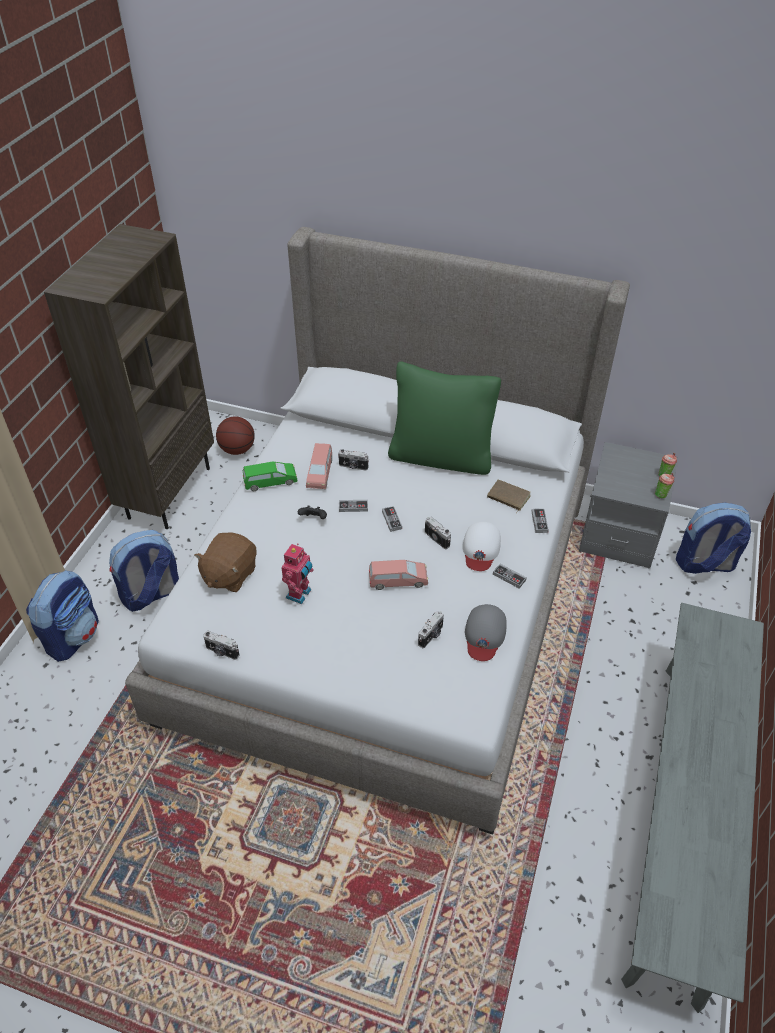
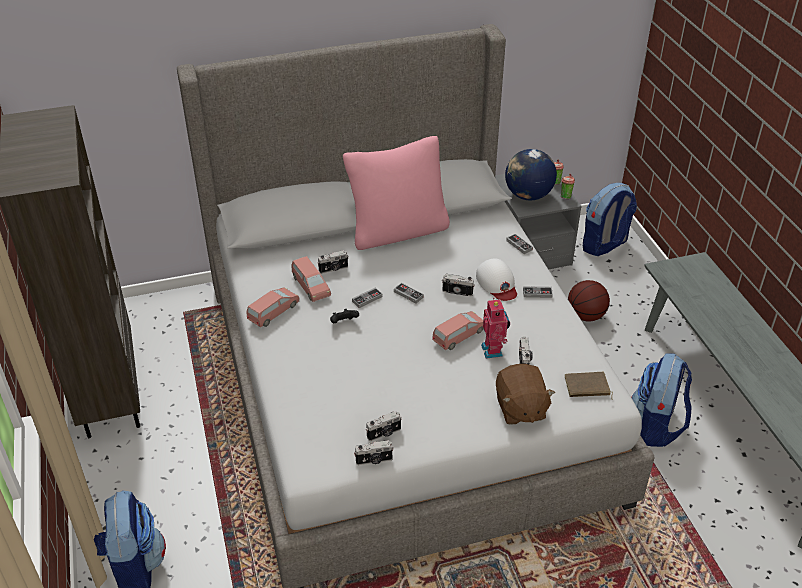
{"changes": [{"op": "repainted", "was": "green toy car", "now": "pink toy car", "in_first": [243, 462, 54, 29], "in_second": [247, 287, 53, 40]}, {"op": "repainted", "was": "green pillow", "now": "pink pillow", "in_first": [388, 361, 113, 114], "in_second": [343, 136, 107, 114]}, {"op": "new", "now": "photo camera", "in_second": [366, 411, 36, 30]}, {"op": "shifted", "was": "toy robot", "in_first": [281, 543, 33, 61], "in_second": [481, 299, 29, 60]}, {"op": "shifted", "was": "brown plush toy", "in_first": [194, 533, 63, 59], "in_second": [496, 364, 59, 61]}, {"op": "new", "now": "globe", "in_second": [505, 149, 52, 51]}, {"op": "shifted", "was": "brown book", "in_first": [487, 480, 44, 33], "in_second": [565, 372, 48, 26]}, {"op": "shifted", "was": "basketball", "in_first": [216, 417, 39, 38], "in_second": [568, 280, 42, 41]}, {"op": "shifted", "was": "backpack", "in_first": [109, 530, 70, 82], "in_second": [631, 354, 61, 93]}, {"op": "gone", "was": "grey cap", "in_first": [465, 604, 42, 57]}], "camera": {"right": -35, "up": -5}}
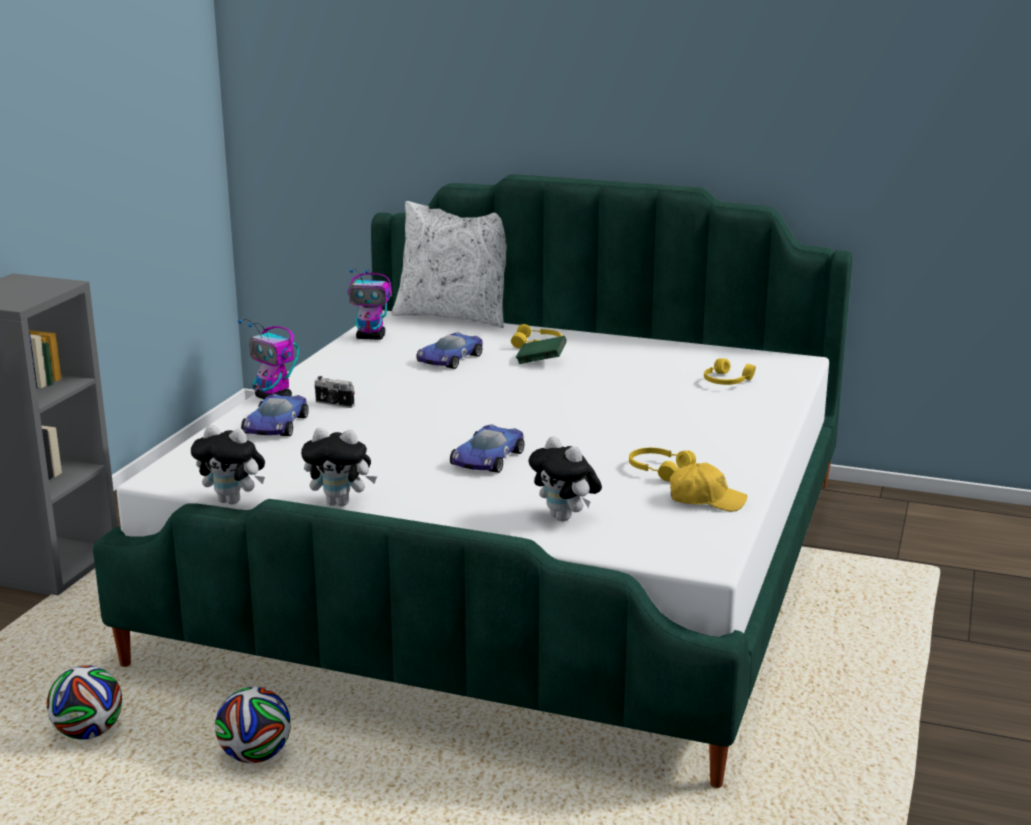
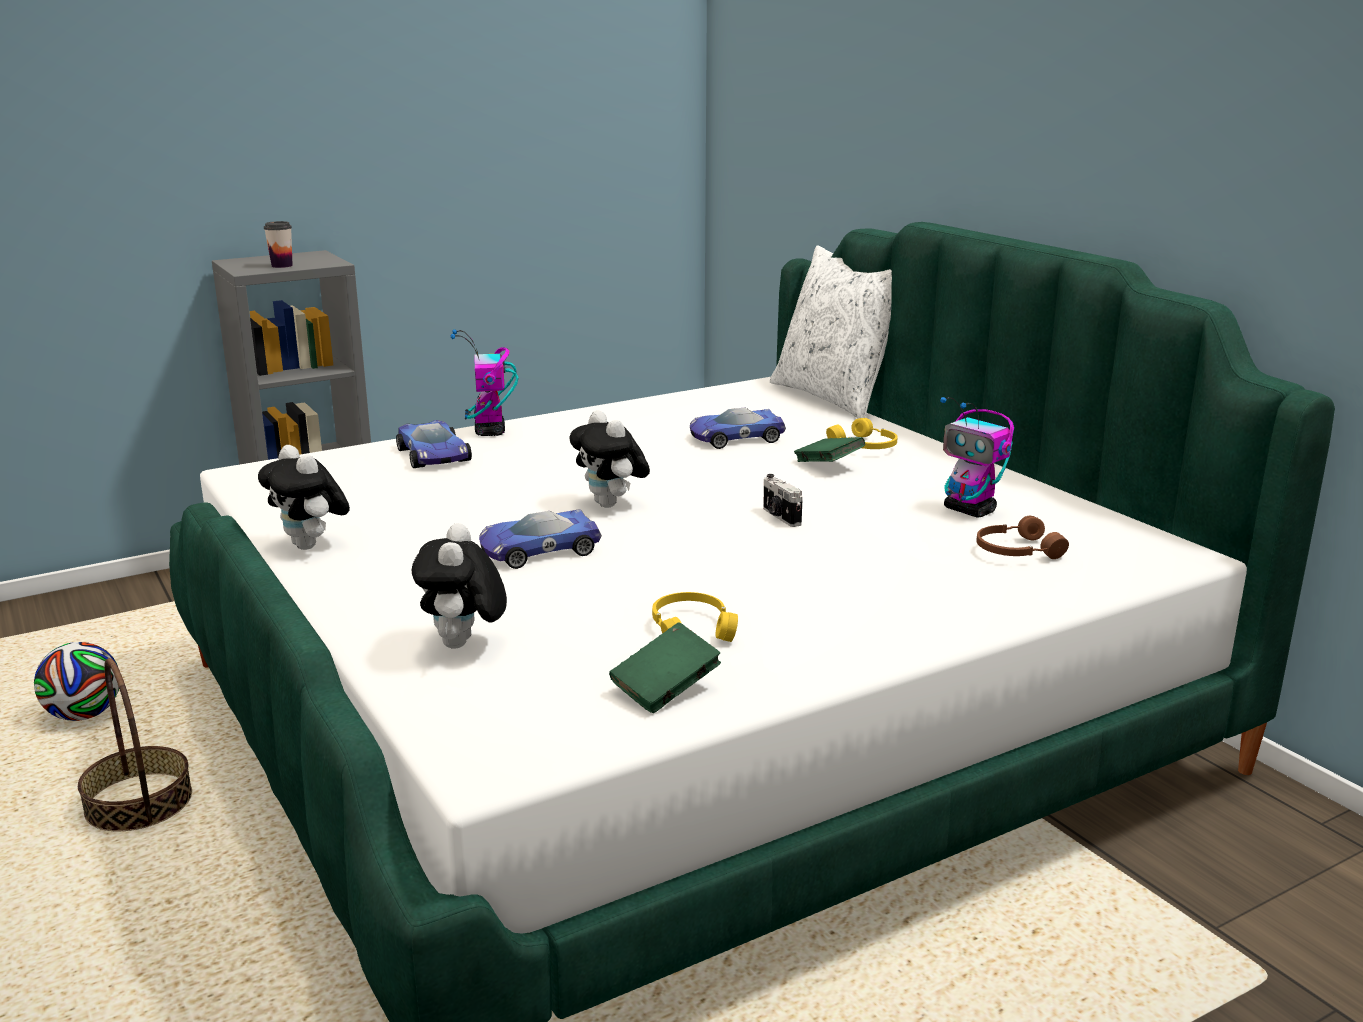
{"changes": [{"op": "swapped", "was": "football", "now": "basket", "in_first": [215, 687, 76, 76], "in_second": [78, 658, 114, 173]}, {"op": "new", "now": "cup", "in_second": [264, 221, 29, 47]}, {"op": "rotated", "was": "toy car", "in_first": [241, 394, 68, 42], "in_second": [396, 420, 76, 48], "clockwise": -75}, {"op": "shifted", "was": "plush toy", "in_first": [191, 425, 74, 79], "in_second": [570, 410, 80, 98]}, {"op": "swapped", "was": "yellow cap", "now": "green book", "in_first": [670, 463, 77, 49], "in_second": [609, 622, 112, 91]}, {"op": "shifted", "was": "photo camera", "in_first": [314, 376, 40, 32], "in_second": [763, 474, 40, 53]}, {"op": "shifted", "was": "toy robot", "in_first": [348, 268, 44, 72], "in_second": [940, 397, 74, 120]}, {"op": "repainted", "was": "yellow headphones", "now": "brown headphones", "in_first": [704, 358, 52, 27], "in_second": [976, 516, 93, 43]}], "camera": {"right": 40, "up": 0}}
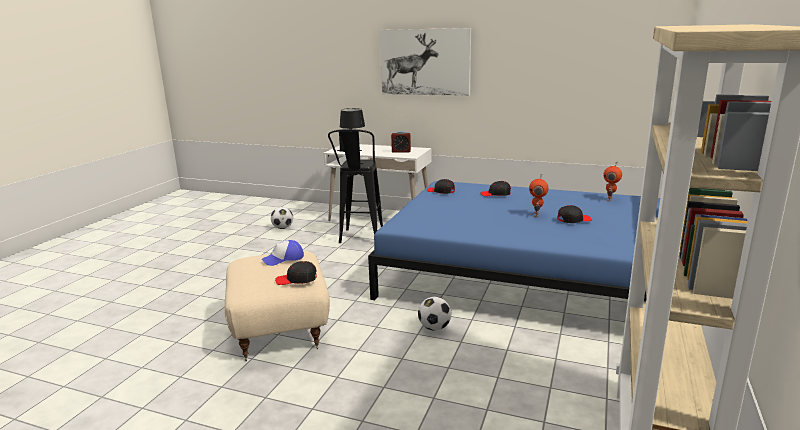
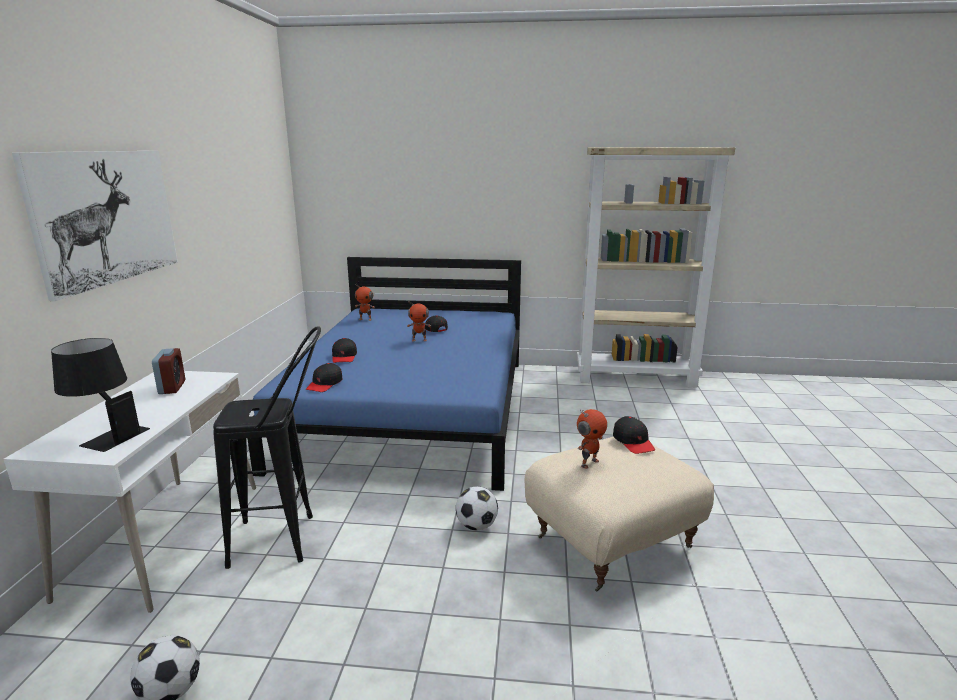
{"changes": [{"op": "shifted", "was": "football", "in_first": [418, 297, 33, 34], "in_second": [456, 486, 42, 45]}, {"op": "swapped", "was": "cap", "now": "toy robot", "in_first": [262, 240, 42, 26], "in_second": [577, 409, 30, 60]}], "camera": {"right": -105, "up": 0}}
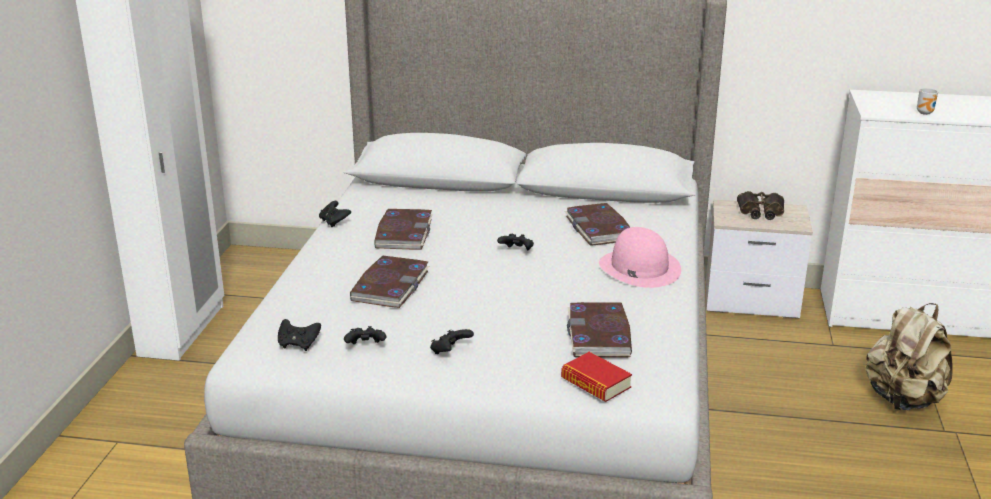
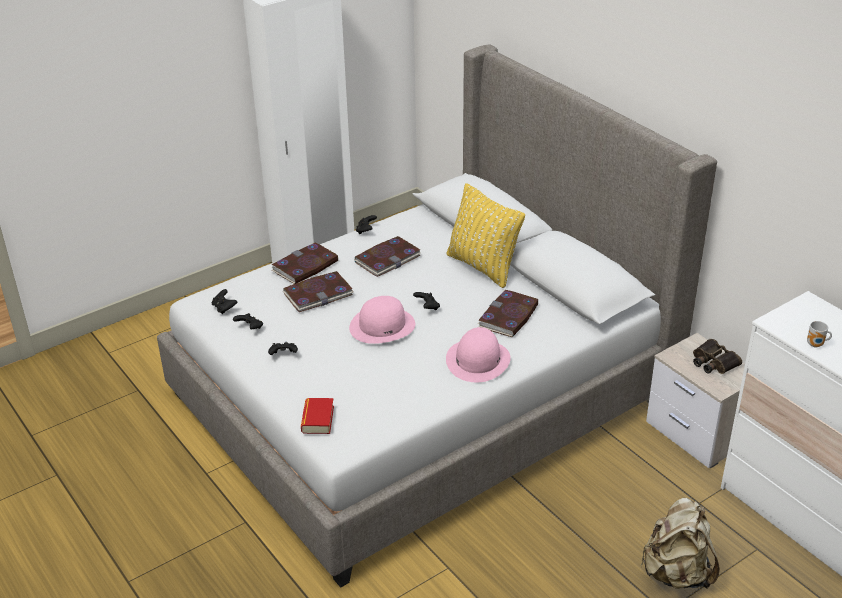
{"changes": [{"op": "shifted", "was": "book", "in_first": [567, 302, 65, 56], "in_second": [272, 243, 67, 41]}, {"op": "new", "now": "pink hat", "in_second": [349, 296, 66, 48]}, {"op": "new", "now": "yellow pillow", "in_second": [446, 183, 79, 105]}], "camera": {"right": 45, "up": 10}}
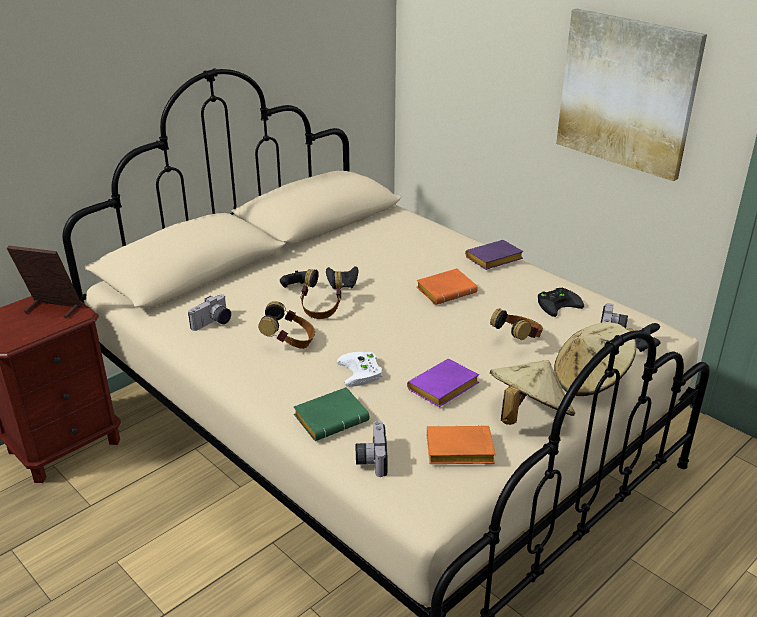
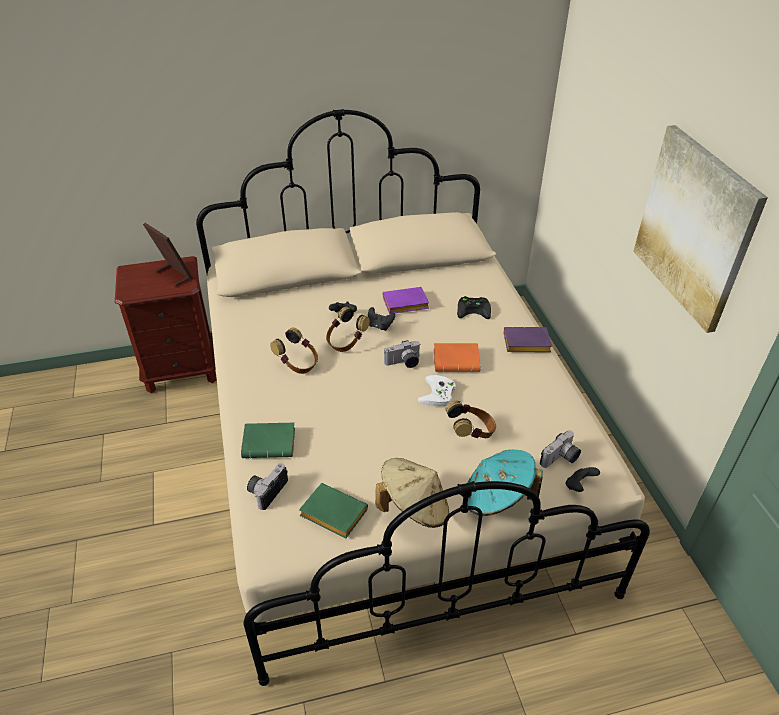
{"changes": [{"op": "repainted", "was": "orange book", "now": "green book", "in_first": [427, 426, 68, 38], "in_second": [299, 483, 69, 55]}, {"op": "shifted", "was": "purple book", "in_first": [407, 359, 72, 48], "in_second": [383, 287, 46, 27]}, {"op": "shifted", "was": "photo camera", "in_first": [188, 294, 43, 37], "in_second": [384, 340, 36, 28]}, {"op": "shifted", "was": "white game controller", "in_first": [337, 352, 45, 35], "in_second": [418, 375, 38, 31]}, {"op": "shifted", "was": "black game controller", "in_first": [538, 288, 46, 29], "in_second": [457, 296, 34, 23]}, {"op": "repainted", "was": "beige hat", "now": "turquoise hat", "in_first": [554, 322, 83, 74], "in_second": [467, 450, 76, 66]}], "camera": {"right": 30, "up": 10}}
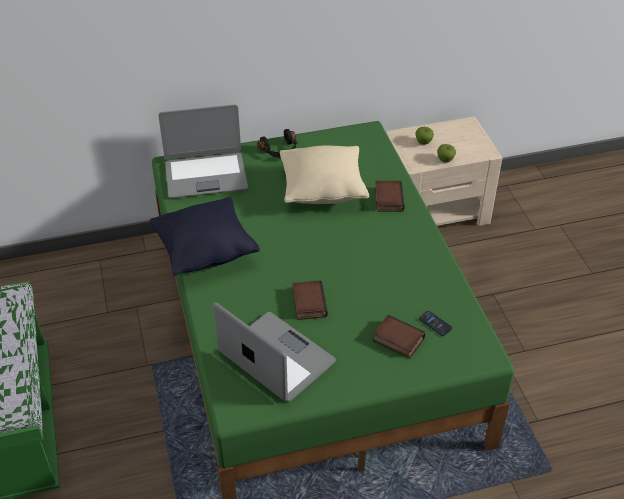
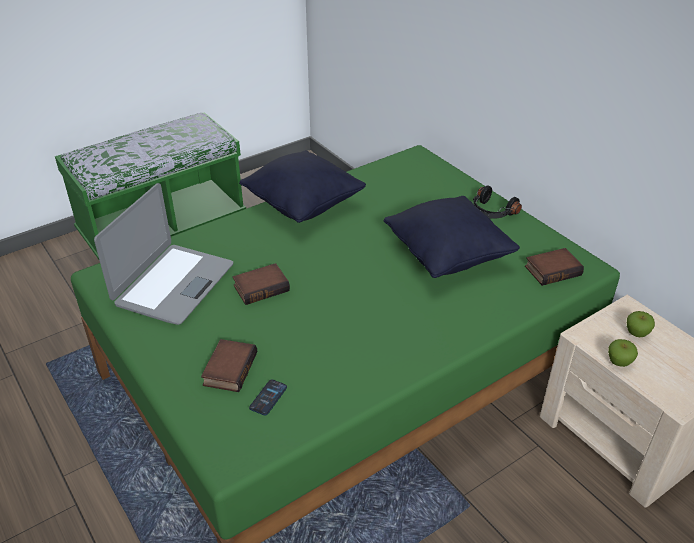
{"changes": [{"op": "repainted", "was": "beige pillow", "now": "black pillow", "in_first": [280, 146, 89, 58], "in_second": [384, 196, 136, 82]}, {"op": "shifted", "was": "book", "in_first": [375, 181, 30, 31], "in_second": [525, 248, 59, 38]}, {"op": "gone", "was": "laptop", "in_first": [159, 105, 89, 93]}], "camera": {"right": 70, "up": -5}}
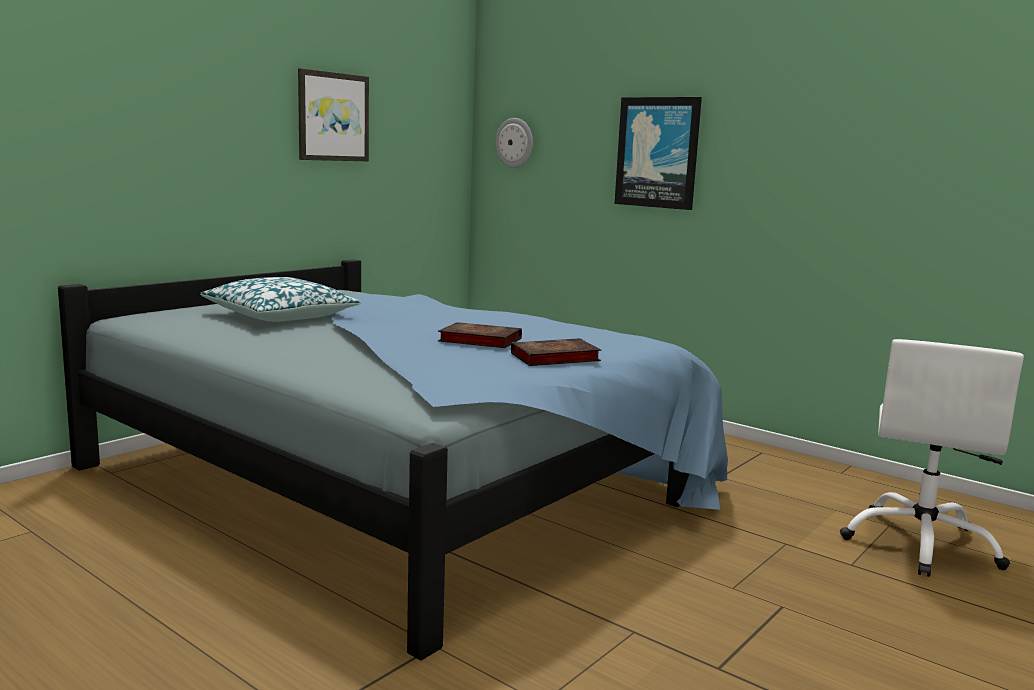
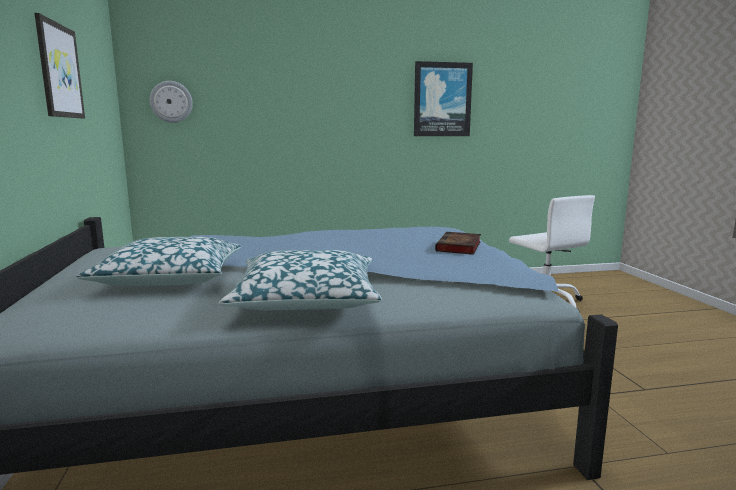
{"changes": [{"op": "new", "now": "pillow", "in_second": [218, 250, 164, 60]}, {"op": "shifted", "was": "picture", "in_first": [614, 97, 88, 113], "in_second": [414, 61, 59, 75]}, {"op": "gone", "was": "book", "in_first": [438, 322, 84, 26]}], "camera": {"right": -50, "up": 0}}
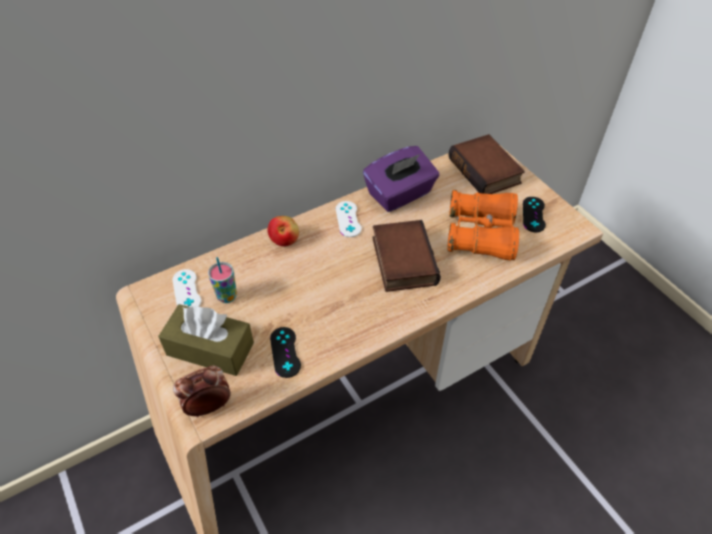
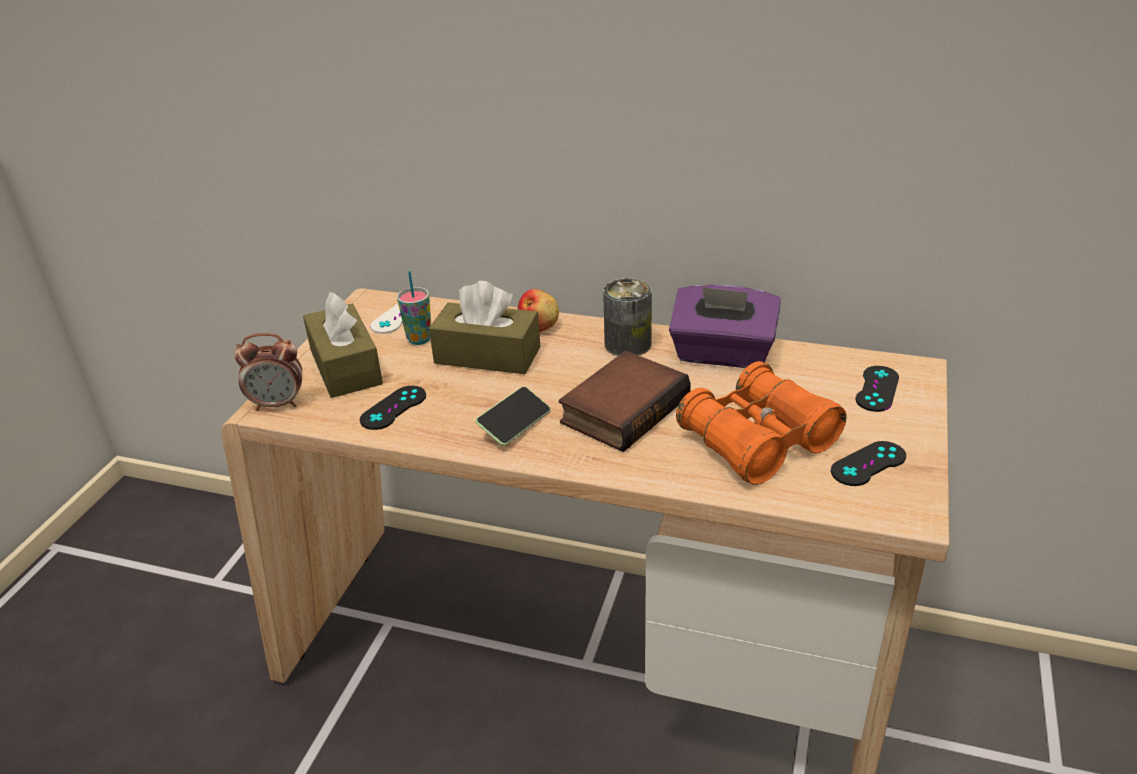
{"changes": [{"op": "rotated", "was": "alarm clock", "in_first": [173, 365, 58, 53], "in_second": [234, 333, 68, 78], "clockwise": 150}, {"op": "new", "now": "brown tissue box", "in_second": [429, 281, 111, 93]}, {"op": "new", "now": "phone", "in_second": [475, 386, 76, 60]}, {"op": "swapped", "was": "white game controller", "now": "can", "in_first": [336, 201, 26, 36], "in_second": [603, 278, 49, 78]}, {"op": "swapped", "was": "book", "now": "black game controller", "in_first": [449, 134, 76, 60], "in_second": [856, 366, 43, 46]}], "camera": {"right": 50, "up": -15}}
